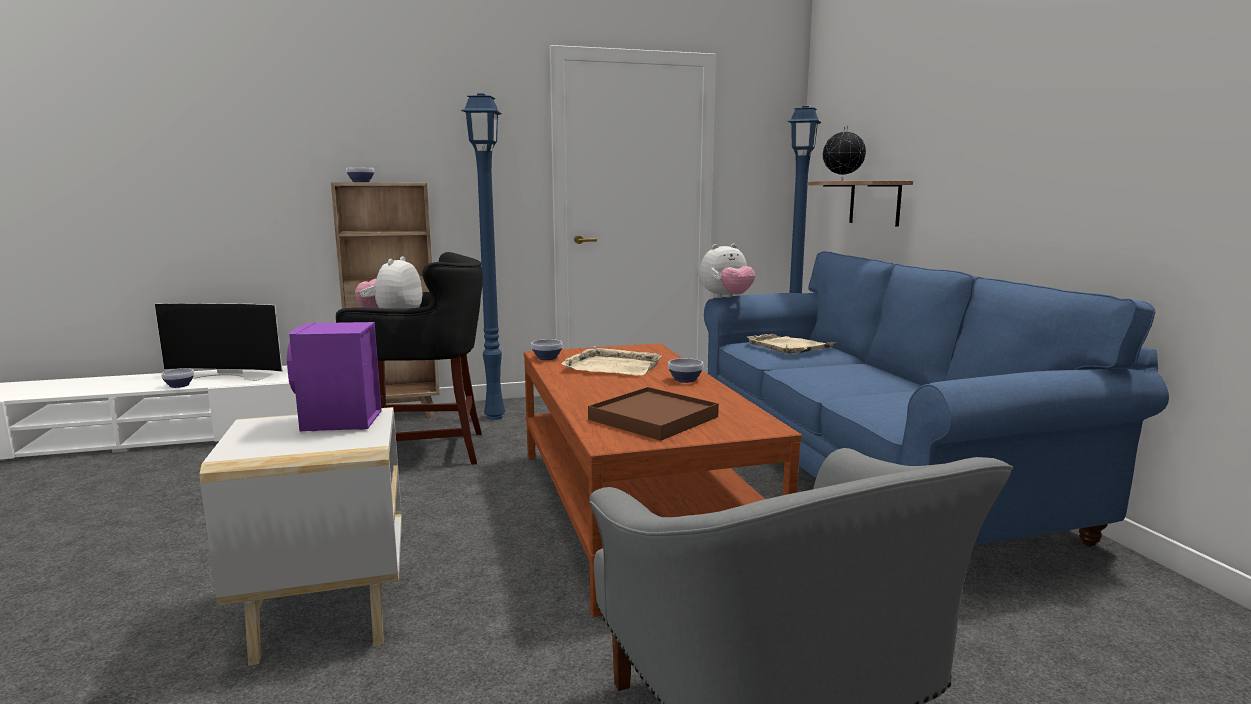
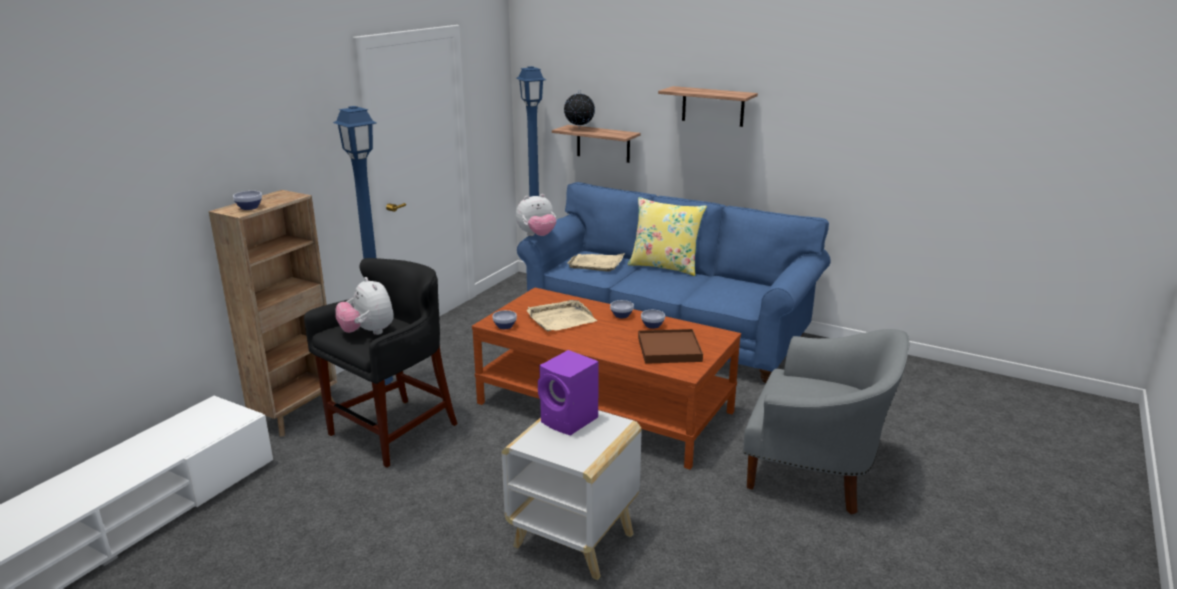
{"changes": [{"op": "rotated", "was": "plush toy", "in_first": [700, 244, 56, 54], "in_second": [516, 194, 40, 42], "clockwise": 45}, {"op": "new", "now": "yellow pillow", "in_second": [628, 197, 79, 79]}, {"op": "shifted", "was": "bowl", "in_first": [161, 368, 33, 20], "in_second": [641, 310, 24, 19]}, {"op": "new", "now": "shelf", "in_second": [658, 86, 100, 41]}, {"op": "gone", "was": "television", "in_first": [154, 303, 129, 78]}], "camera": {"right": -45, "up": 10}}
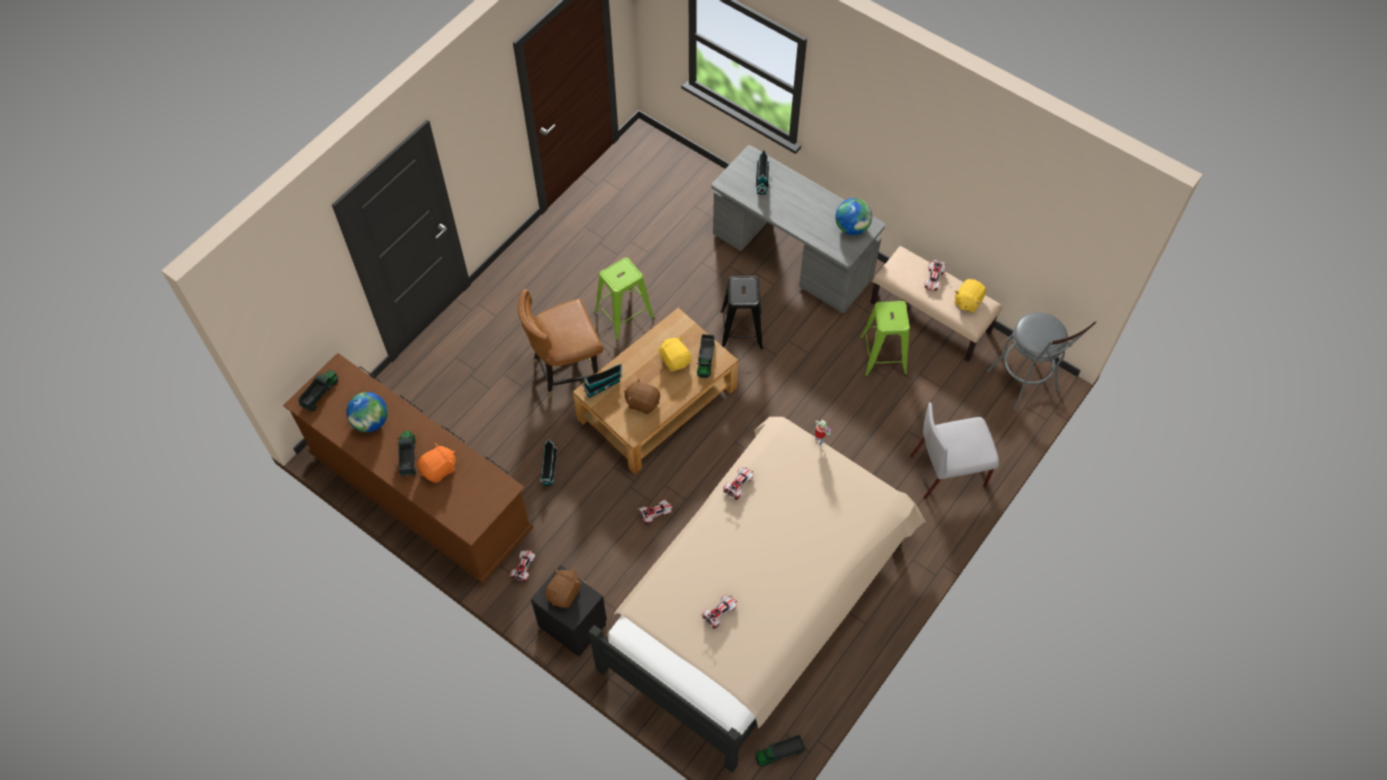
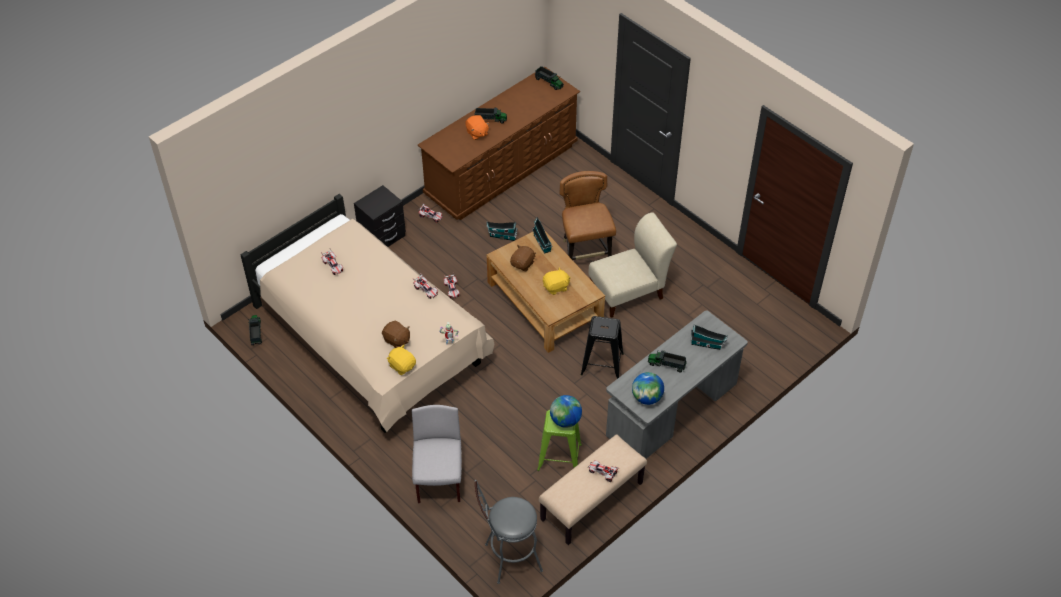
{"changes": [{"op": "shifted", "was": "brown plush toy", "in_first": [545, 569, 37, 39], "in_second": [382, 321, 28, 27]}, {"op": "shifted", "was": "yellow plush toy", "in_first": [954, 279, 32, 34], "in_second": [387, 345, 29, 30]}, {"op": "shifted", "was": "globe", "in_first": [346, 392, 42, 40], "in_second": [550, 395, 32, 33]}, {"op": "swapped", "was": "green stool", "now": "beige chair", "in_first": [594, 258, 61, 82], "in_second": [588, 212, 89, 105]}, {"op": "shifted", "was": "toy truck", "in_first": [697, 334, 18, 44], "in_second": [648, 350, 39, 23]}], "camera": {"right": 100, "up": -10}}
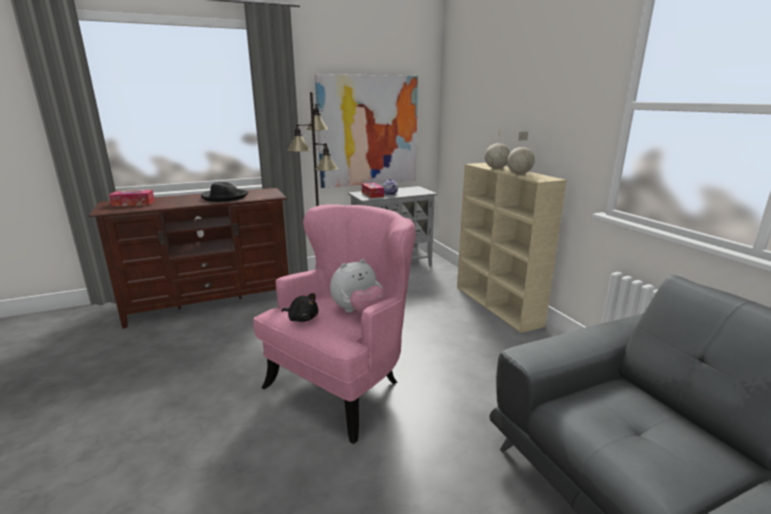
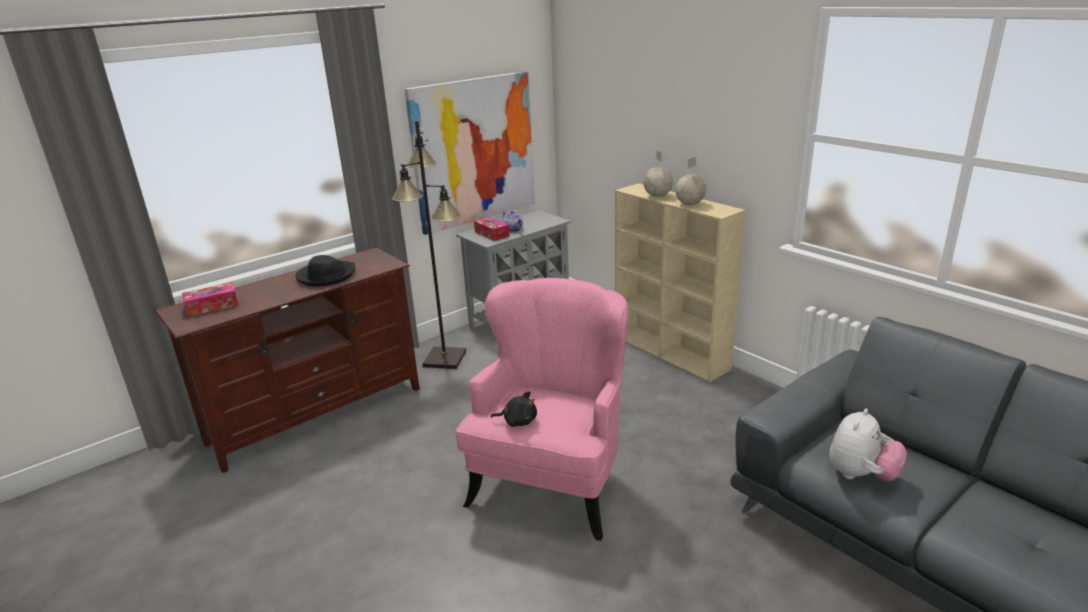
{"changes": [{"op": "shifted", "was": "plush toy", "in_first": [330, 259, 55, 55], "in_second": [829, 409, 78, 73]}], "camera": {"right": -15, "up": 5}}
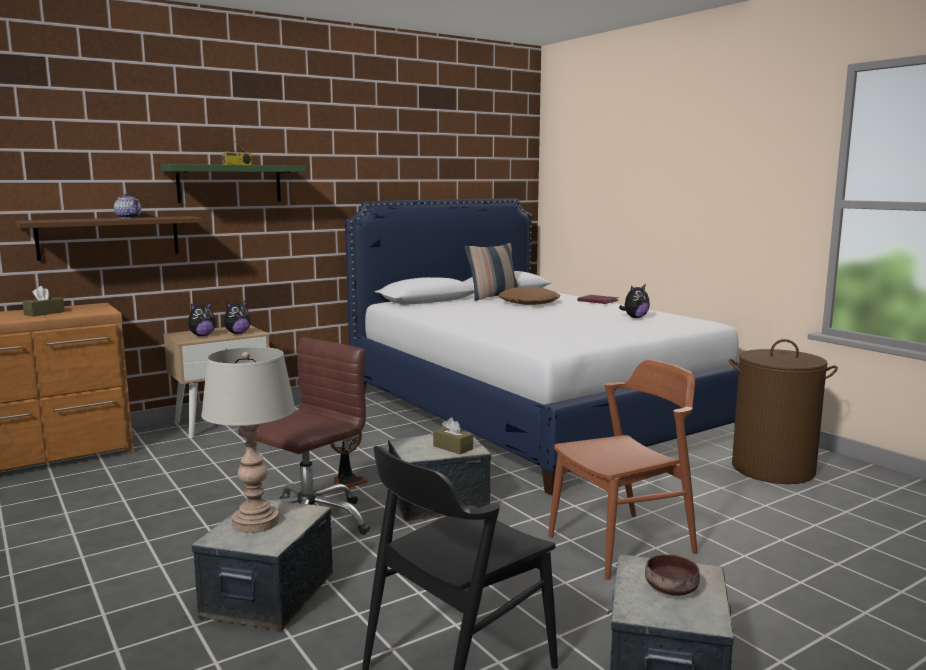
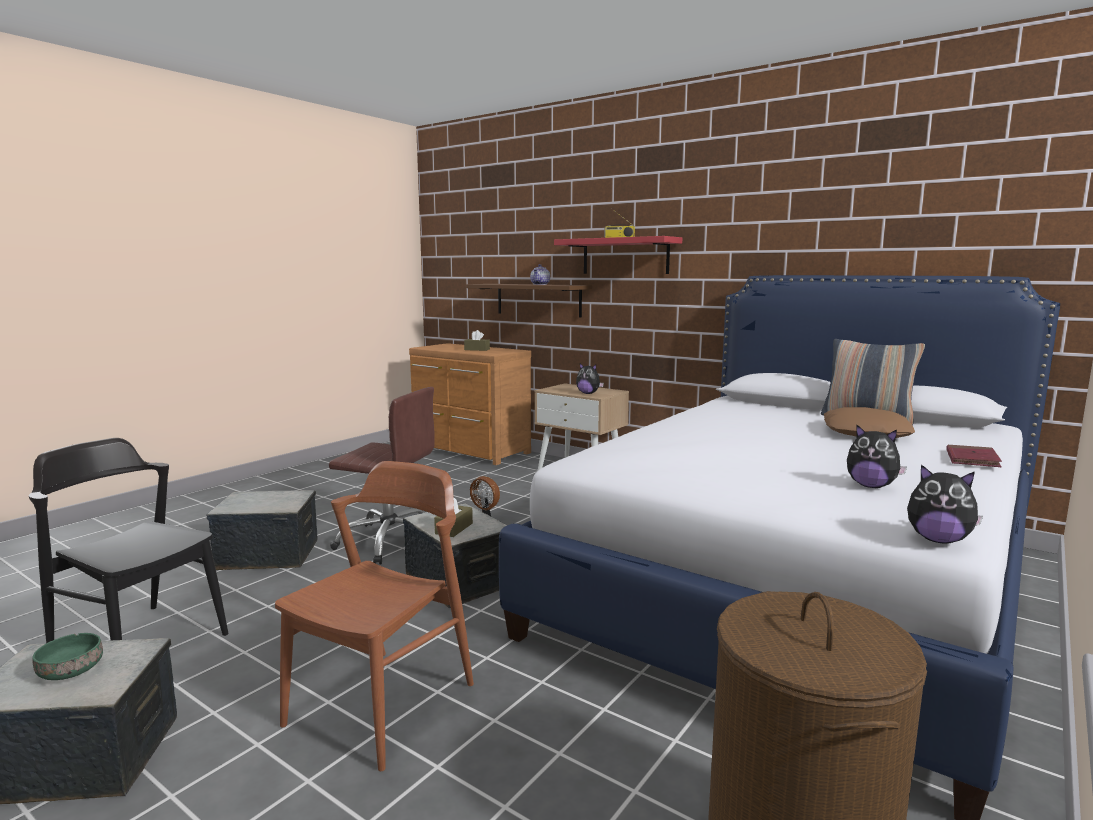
{"changes": [{"op": "repainted", "was": "brown bowl", "now": "green bowl", "in_first": [645, 554, 55, 42], "in_second": [32, 633, 71, 47]}, {"op": "rotated", "was": "brown chair", "in_first": [548, 359, 150, 221], "in_second": [275, 461, 199, 310], "clockwise": -105}, {"op": "repainted", "was": "green shelf", "now": "red shelf", "in_first": [160, 164, 146, 39], "in_second": [554, 236, 128, 38]}, {"op": "shifted", "was": "plush toy", "in_first": [188, 302, 28, 34], "in_second": [907, 465, 76, 79]}, {"op": "gone", "was": "grey table lamp", "in_first": [201, 347, 94, 186]}], "camera": {"right": 70, "up": 0}}
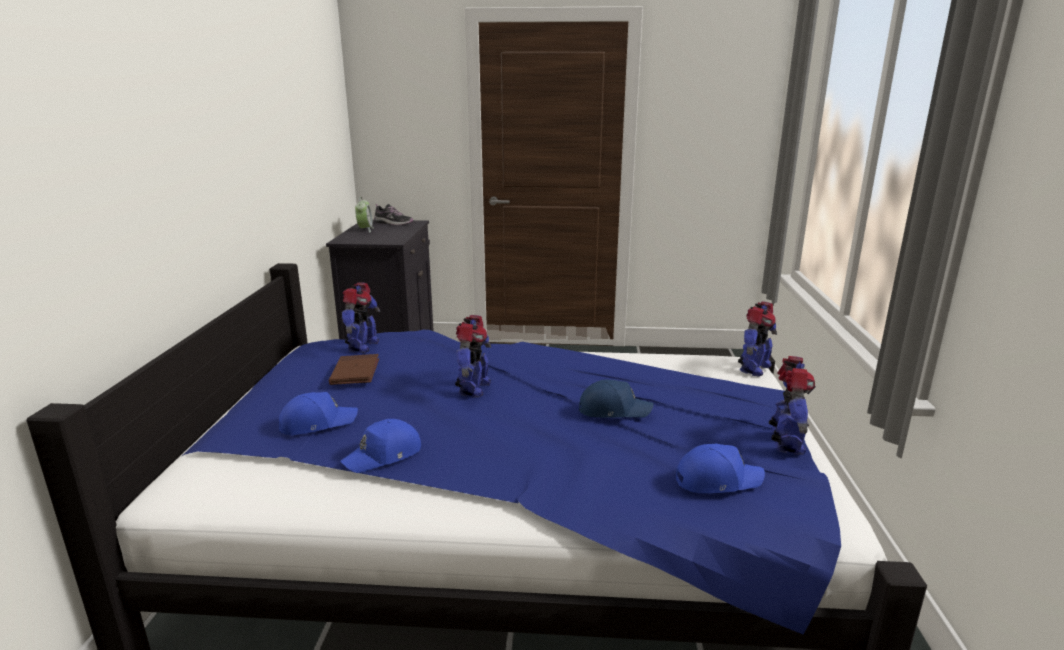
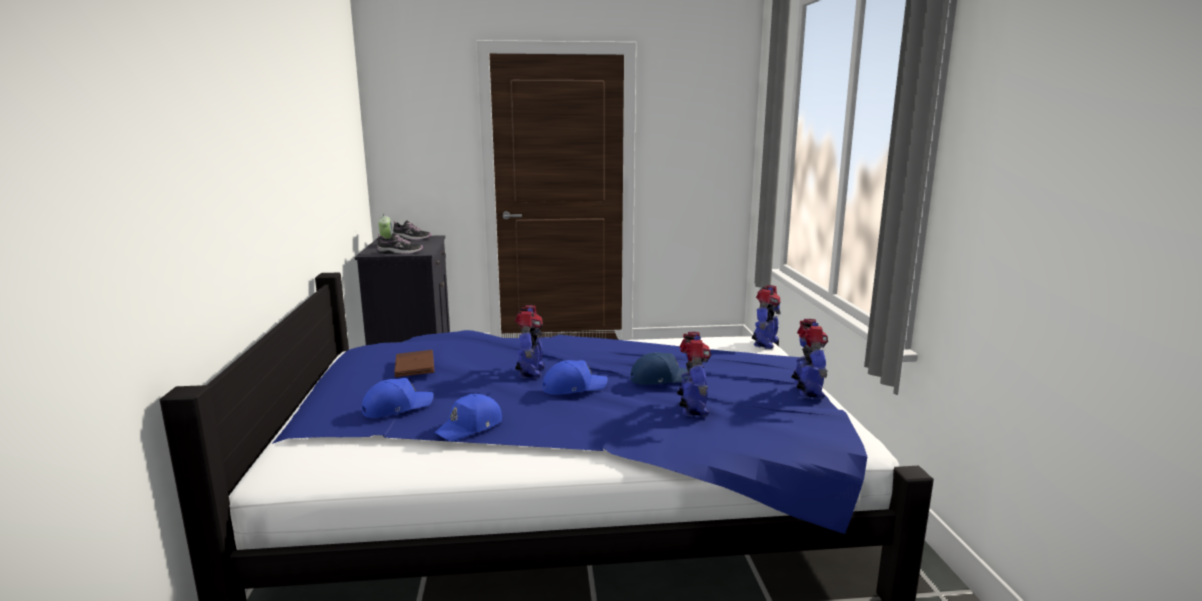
{"changes": [{"op": "new", "now": "shoe", "in_second": [377, 233, 46, 21]}, {"op": "shifted", "was": "blue cap", "in_first": [676, 444, 89, 49], "in_second": [543, 360, 65, 35]}, {"op": "shifted", "was": "toy robot", "in_first": [342, 282, 38, 71], "in_second": [677, 332, 35, 85]}], "camera": {"right": -10, "up": -5}}
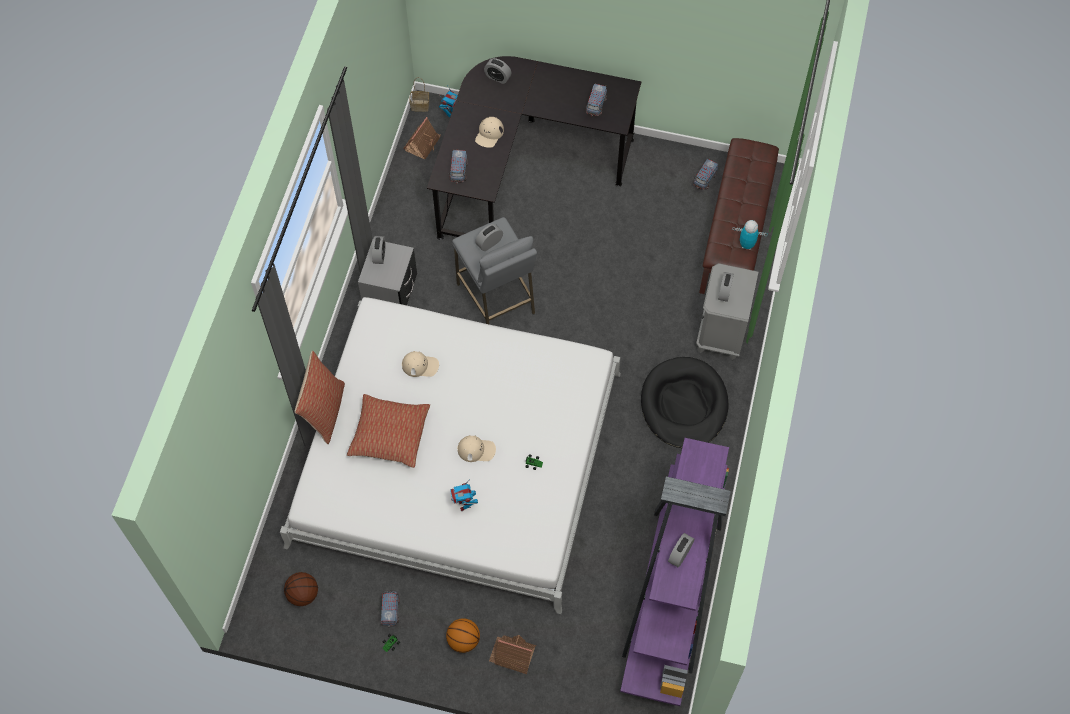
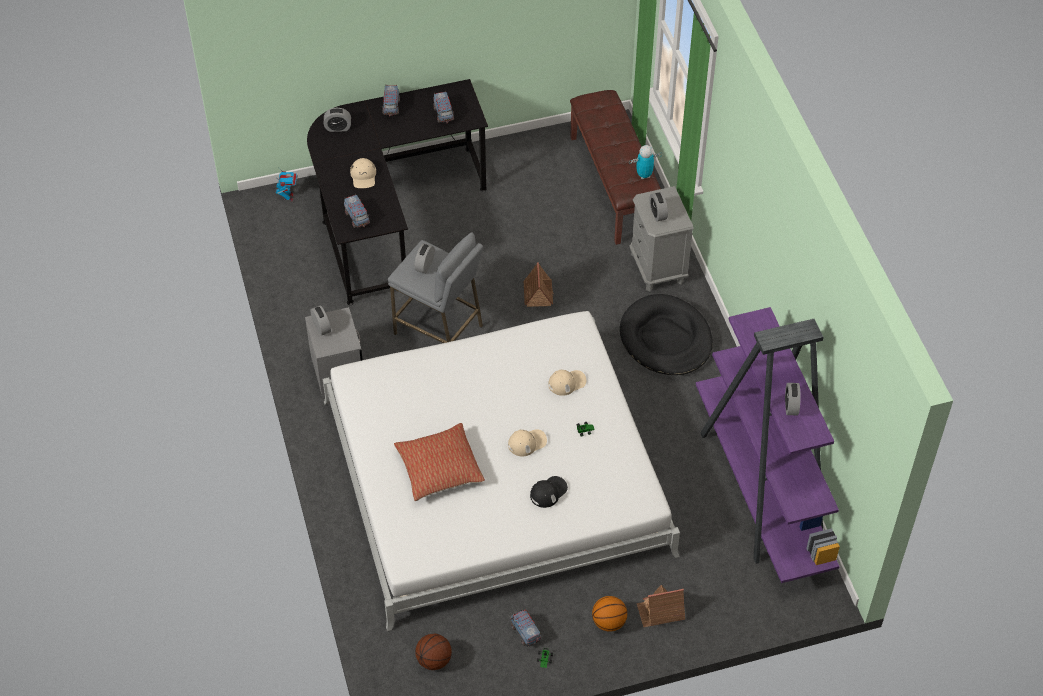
{"changes": [{"op": "shifted", "was": "toy truck", "in_first": [693, 158, 25, 32], "in_second": [382, 85, 18, 32]}, {"op": "shifted", "was": "toy house", "in_first": [403, 117, 38, 42], "in_second": [524, 262, 29, 45]}, {"op": "swapped", "was": "toy robot", "now": "black cap", "in_first": [450, 483, 28, 28], "in_second": [530, 476, 38, 32]}, {"op": "shifted", "was": "beige cap", "in_first": [402, 351, 37, 26], "in_second": [548, 369, 38, 27]}, {"op": "gone", "was": "pillow", "in_first": [295, 351, 50, 93]}, {"op": "gone", "was": "basket", "in_first": [409, 77, 20, 35]}], "camera": {"right": -30, "up": -10}}
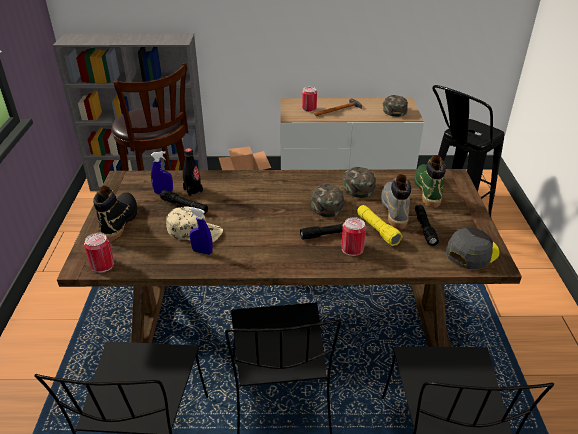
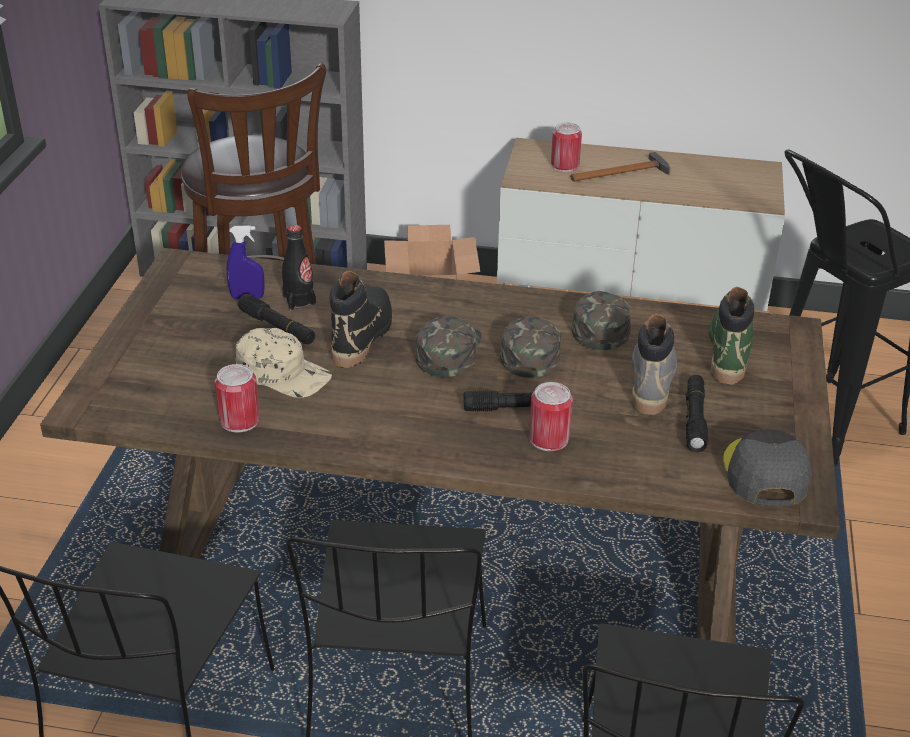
{"changes": [{"op": "shifted", "was": "can", "in_first": [84, 233, 30, 40], "in_second": [215, 364, 45, 68]}, {"op": "shifted", "was": "black boot", "in_first": [93, 185, 44, 57], "in_second": [330, 271, 62, 97]}, {"op": "shifted", "was": "green cap", "in_first": [383, 95, 25, 22], "in_second": [415, 315, 67, 62]}, {"op": "rotated", "was": "grey cap", "in_first": [446, 227, 53, 43], "in_second": [723, 429, 89, 77], "clockwise": -60}, {"op": "gone", "was": "blue spray bottle", "in_first": [189, 207, 24, 48]}, {"op": "gone", "was": "yellow flashlight", "in_first": [357, 205, 46, 41]}], "camera": {"right": 10, "up": 0}}
